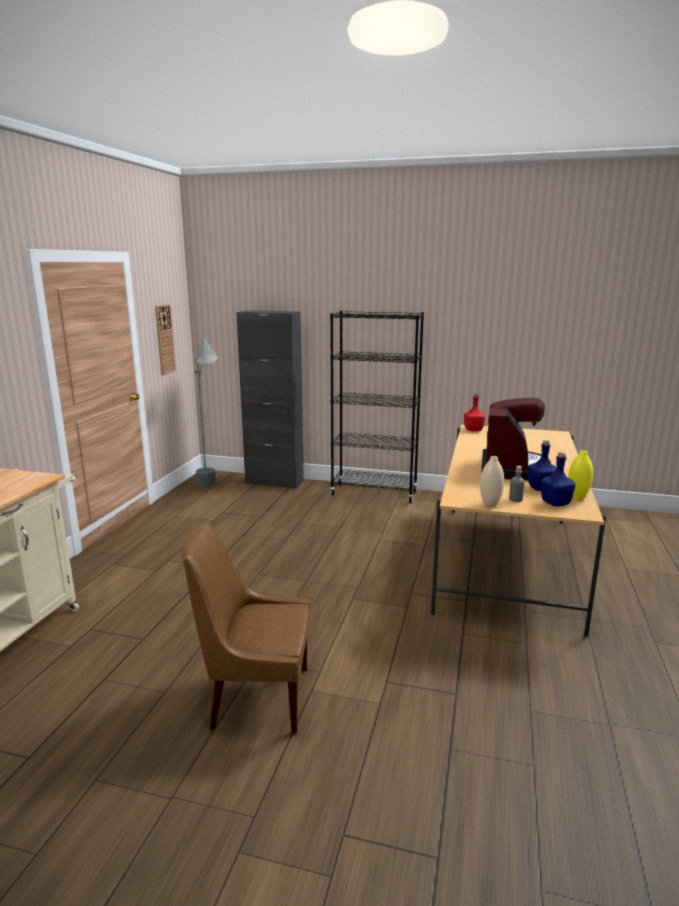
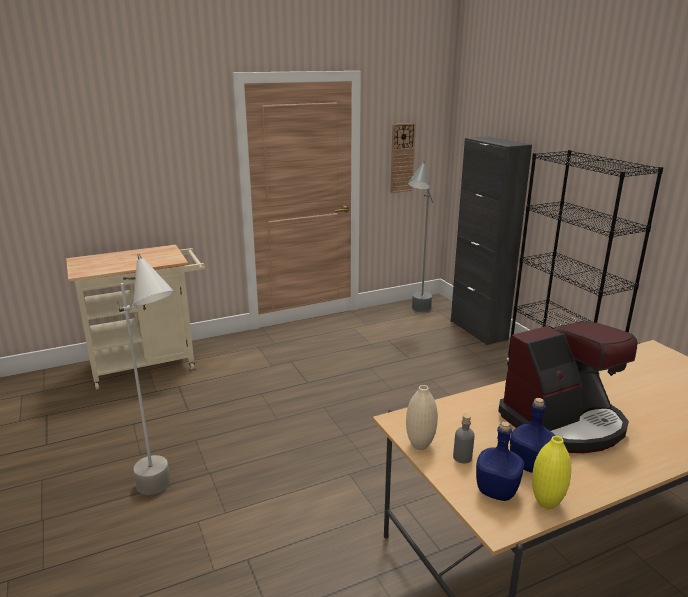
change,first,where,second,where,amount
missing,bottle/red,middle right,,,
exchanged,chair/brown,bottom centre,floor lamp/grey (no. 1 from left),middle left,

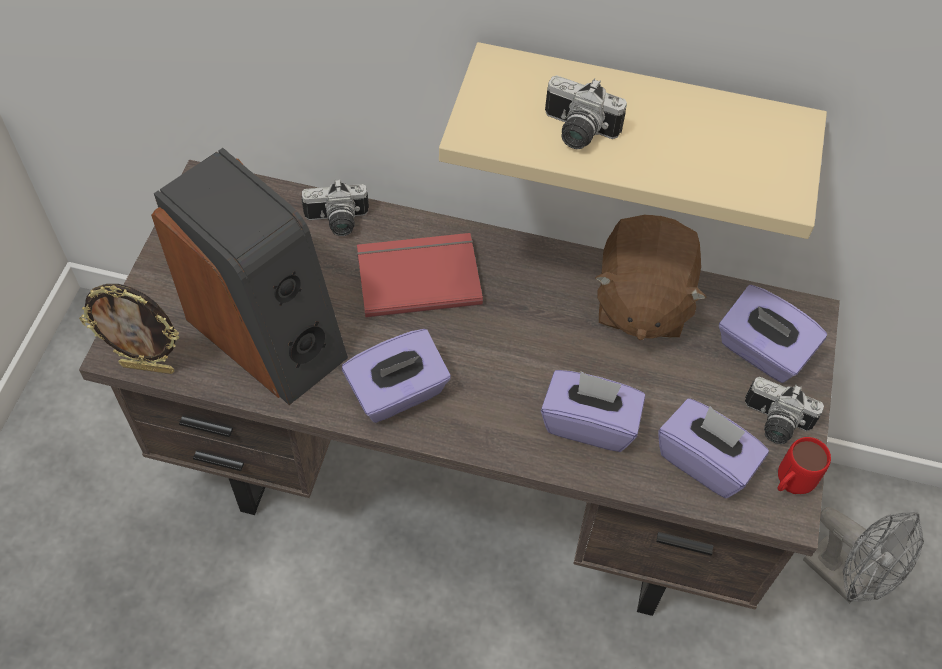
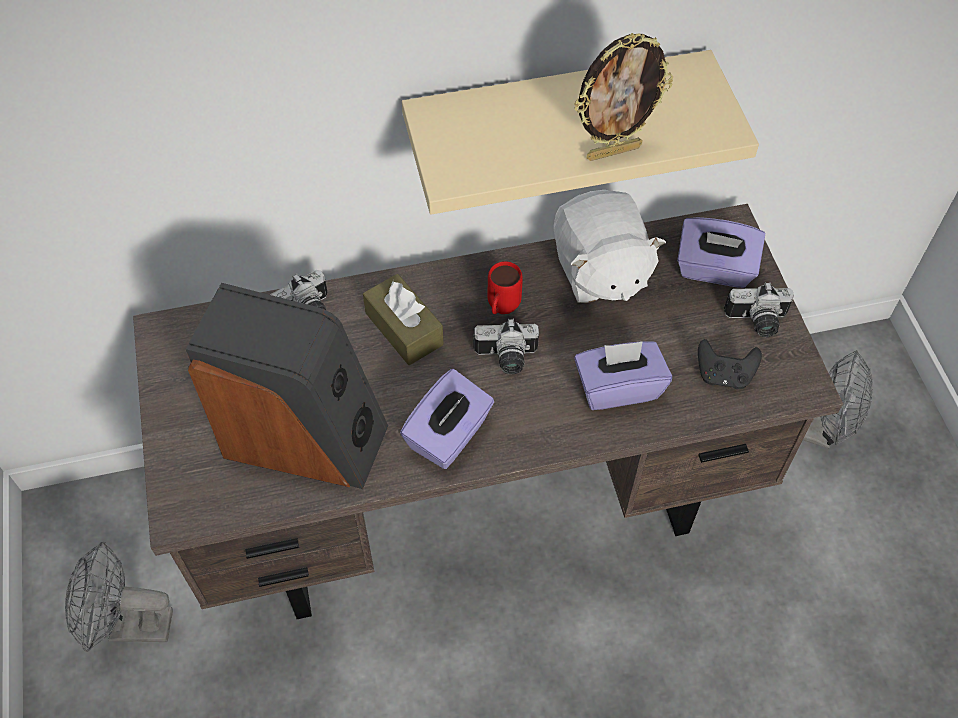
change,first,where,second,where,amount
appeared,,,fan/grey (no. 1 from left),bottom left,
relocated,picture frame,middle left,,top centre,
relocated,photo camera (no. 2 from left),top centre,,centre,
relocated,mug/red,bottom right,,centre,
exchanged,book/red,centre,tissue box/brown,centre,
exchanged,tissue box/purple (no. 3 from left),bottom right,game controller/black,middle right,
colour,plush toy/brown,middle right,plush toy/white,centre,

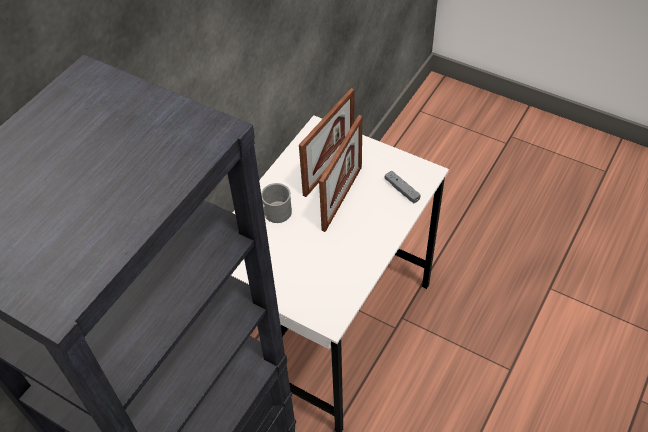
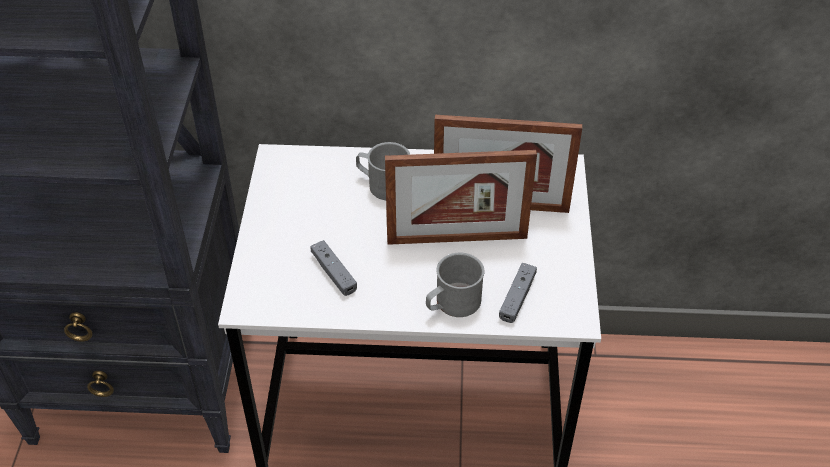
change,first,where,second,where,amount
appeared,,,game controller/grey (no. 1 from left),centre,
appeared,,,mug/grey (no. 2 from left),centre,

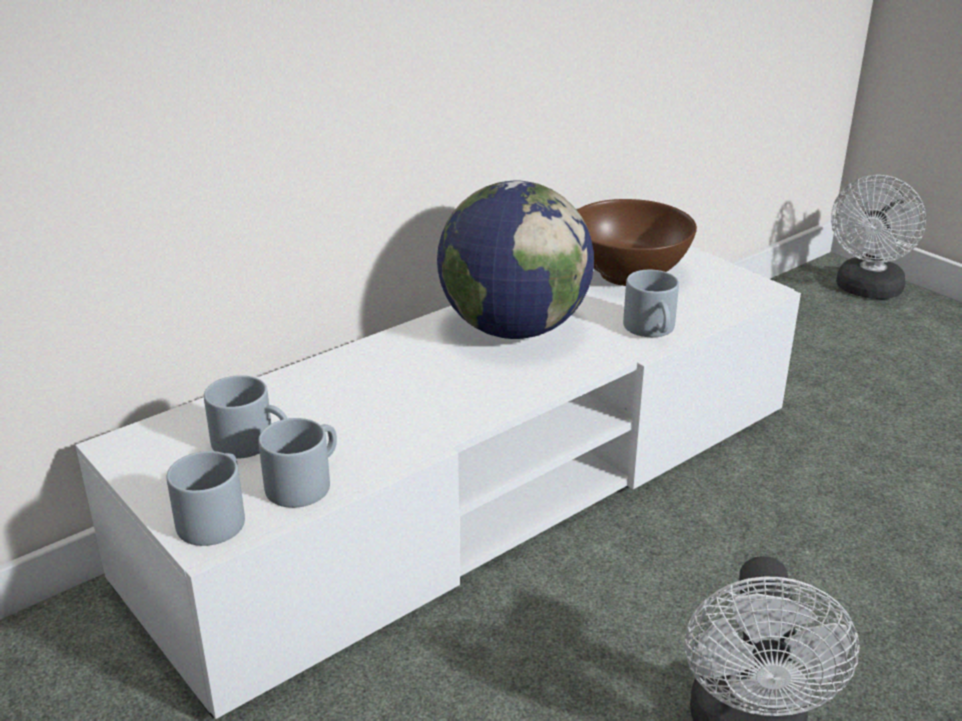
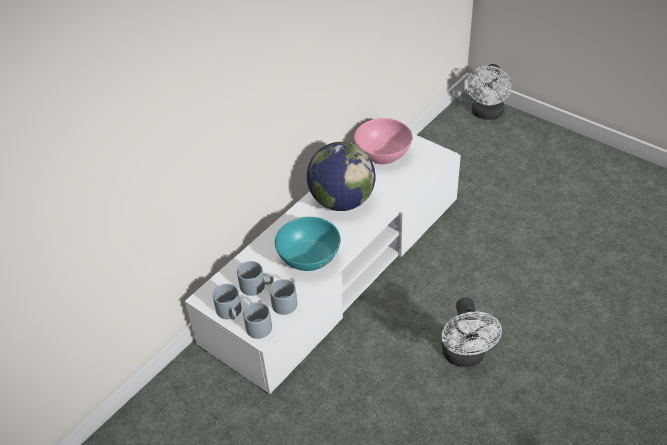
change,first,where,second,where,amount
appeared,,,bowl/turquoise,centre,
relocated,mug/grey (no. 4 from left in the first image),middle right,mug/grey (no. 1 from left),bottom centre,
colour,bowl/brown,centre,bowl/pink,top centre,

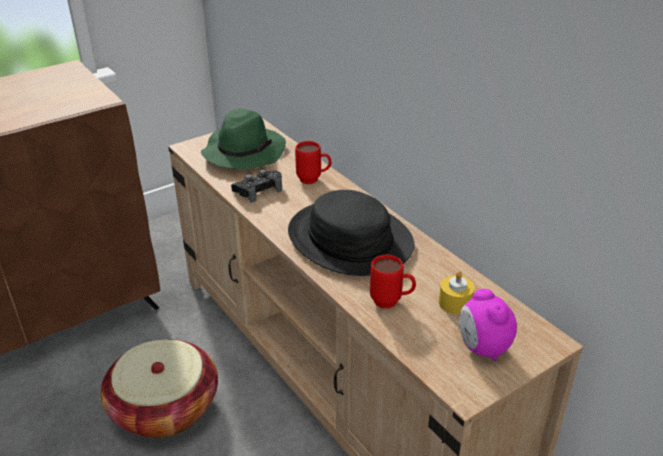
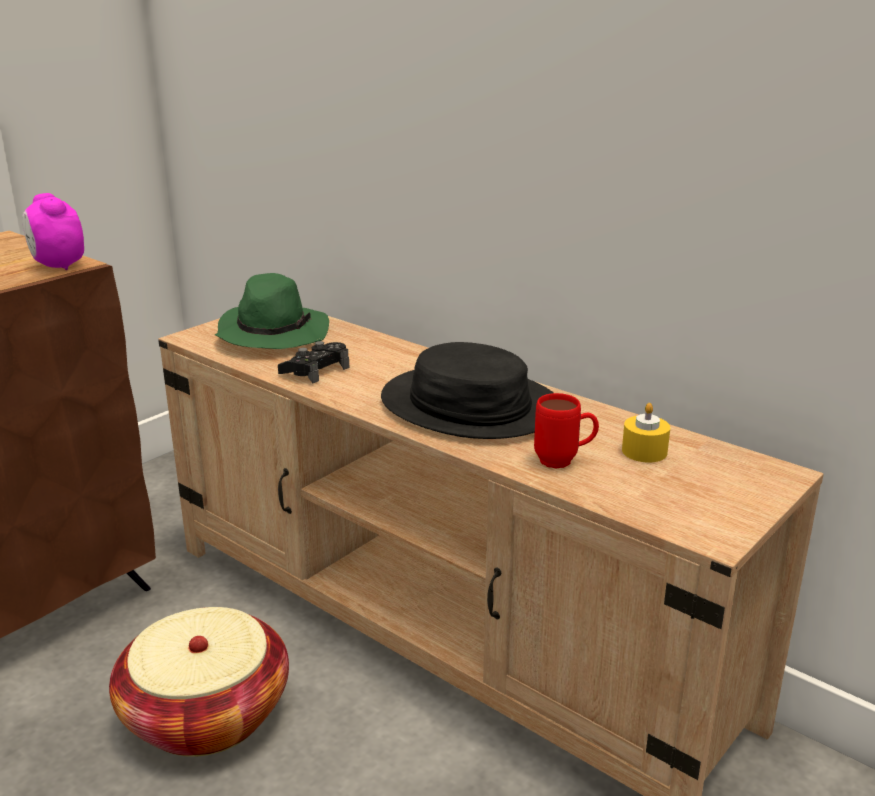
change,first,where,second,where,amount
missing,mug/red (no. 1 from left),centre,,,
relocated,alarm clock,bottom right,,top left,

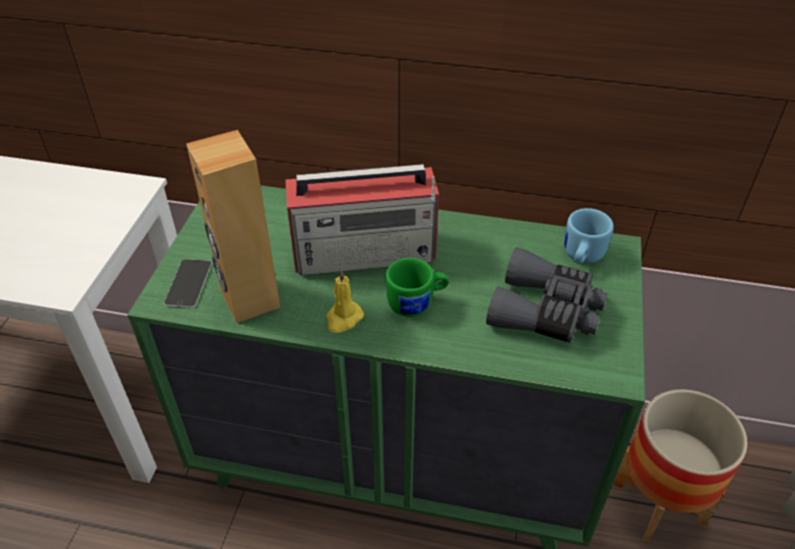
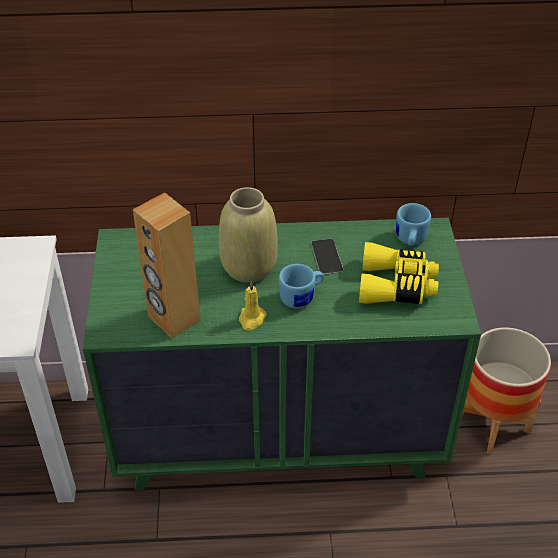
change,first,where,second,where,amount
relocated,phone,middle left,,centre,
exchanged,radio,centre,vase/beige,centre,
colour,mug/green,centre,mug/blue (no. 1 from left),centre,
colour,binoculars/grey,middle right,binoculars/yellow,middle right,

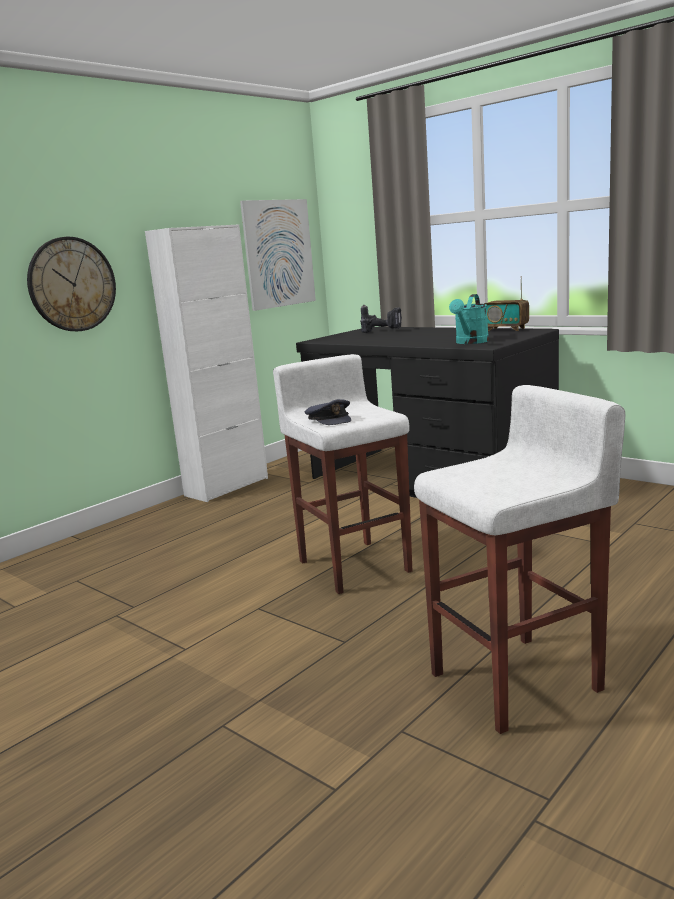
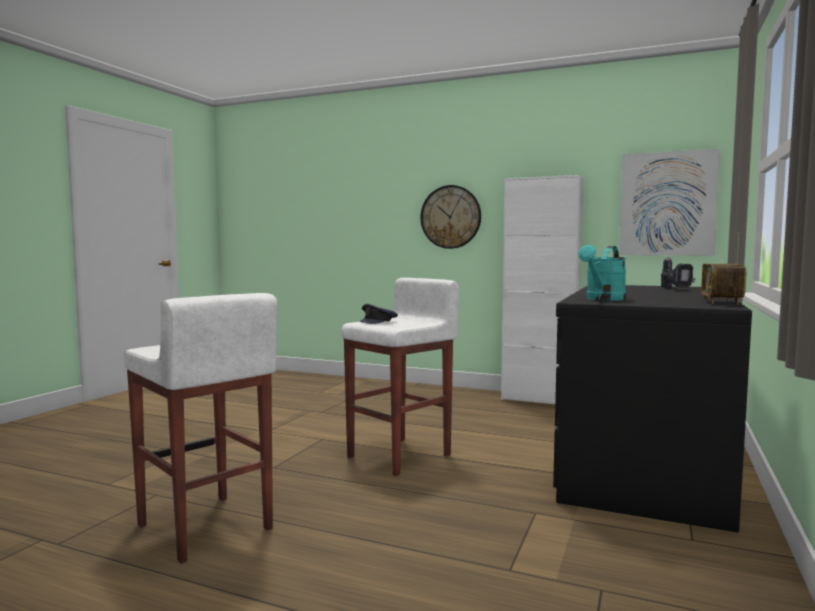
change,first,where,second,where,amount
spun,watering can/turquoise,middle right,,middle right,60 degrees counterclockwise

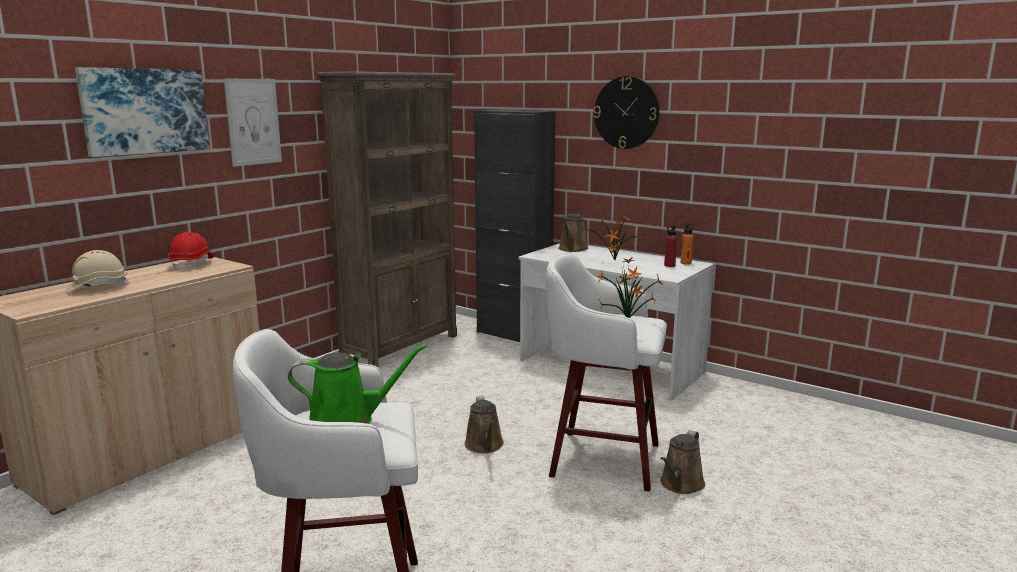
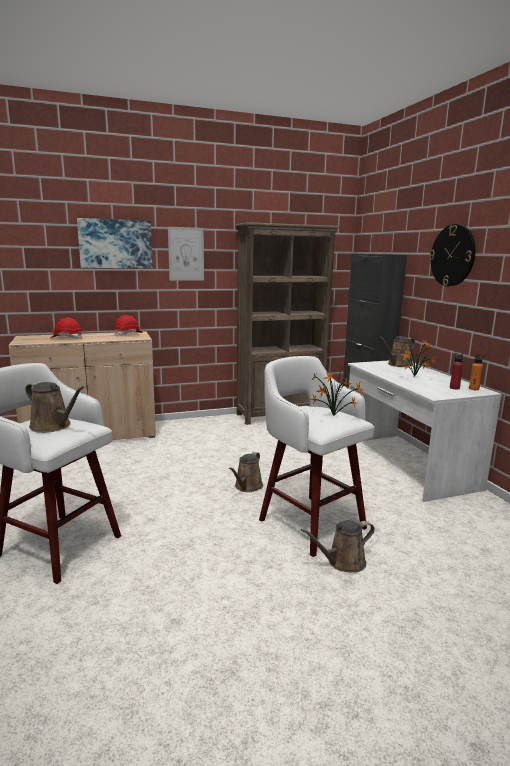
change,first,where,second,where,amount
colour,hard hat/beige,middle left,hard hat/red (no. 1 from left),middle left,
colour,watering can/green,bottom centre,watering can/brown (no. 1 from left),middle left,

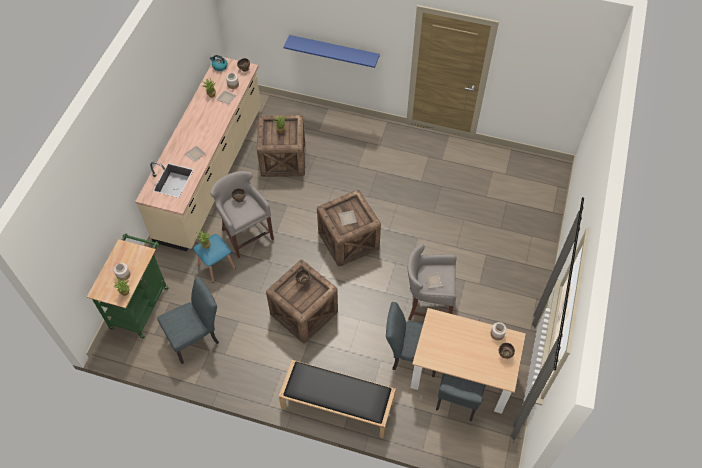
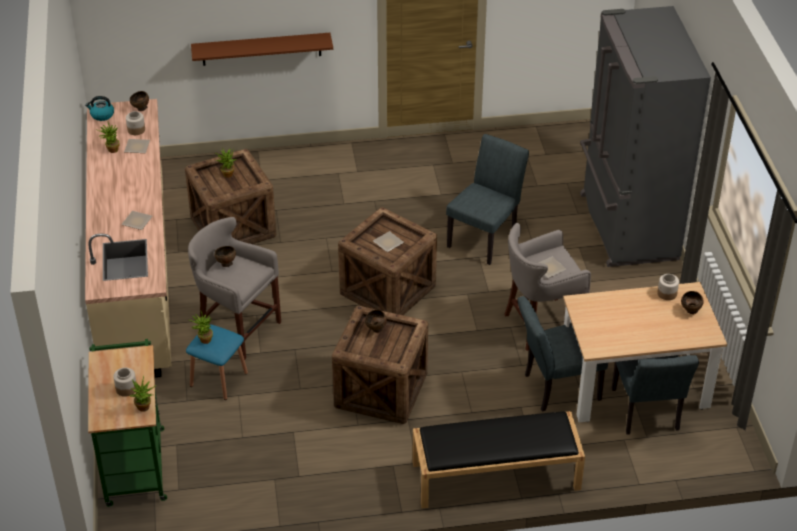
change,first,where,second,where,amount
appeared,,,fridge/grey,top right,
relocated,chair/grey (no. 1 from left),bottom left,,centre,
colour,shelf/blue,top centre,shelf/brown,top left,

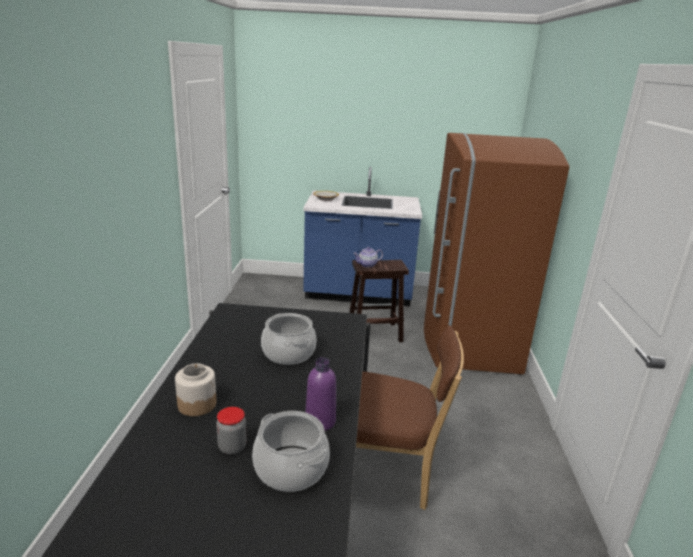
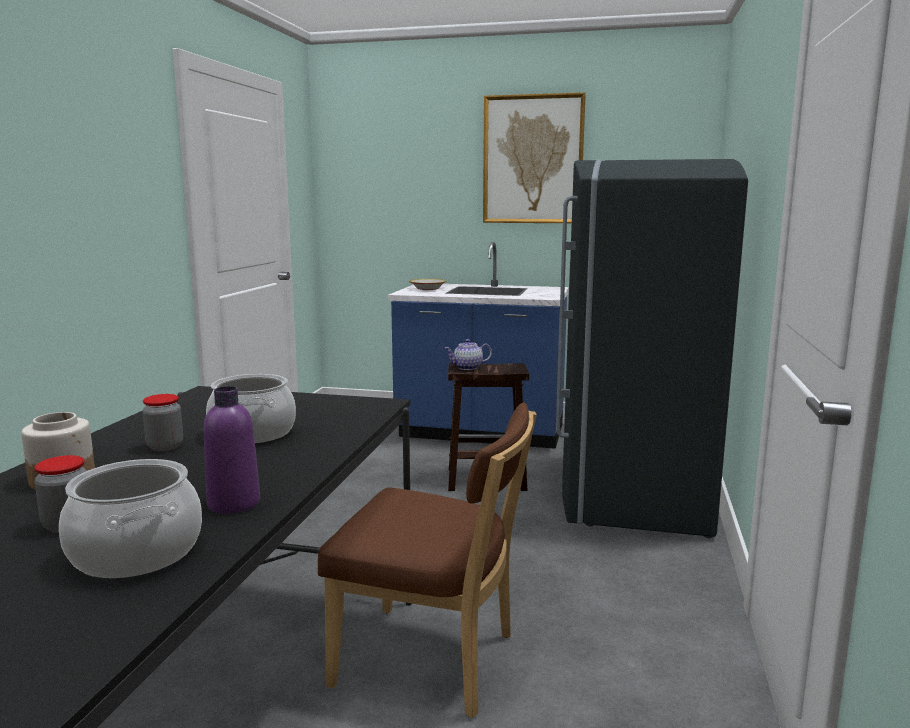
change,first,where,second,where,amount
appeared,,,jar (no. 3 from left),middle left,
appeared,,,picture,top centre,
colour,fridge/brown,middle right,fridge/grey,middle right,

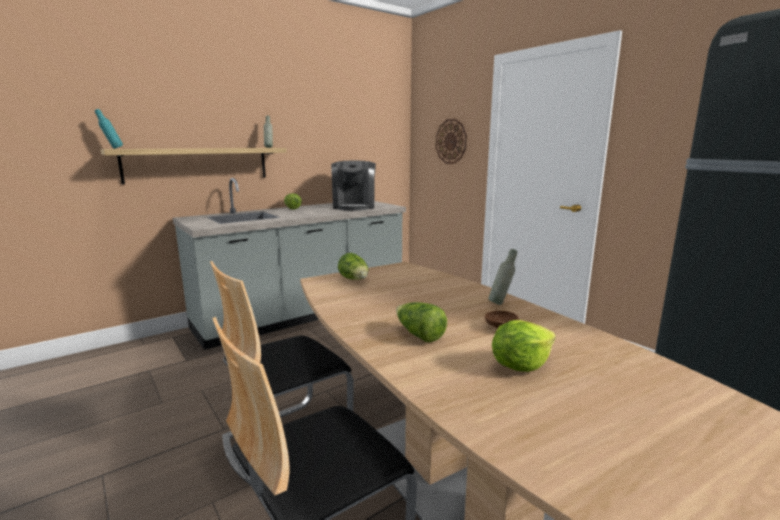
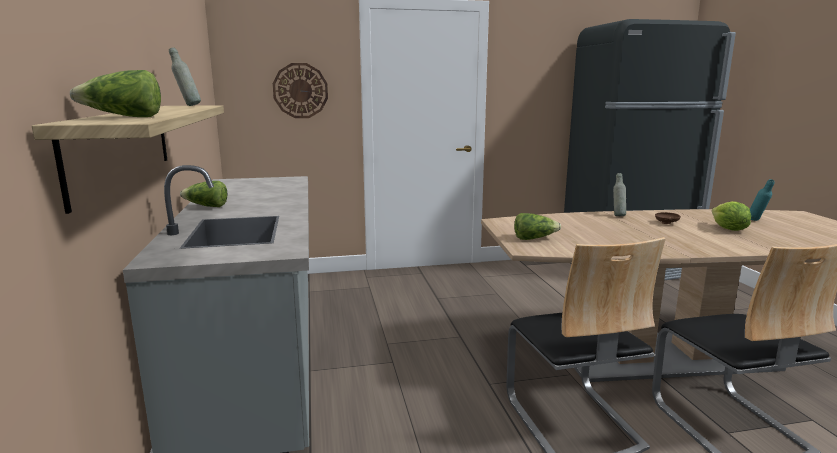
change,first,where,second,where,amount
missing,coffee machine,centre,,,
relocated,bottle/turquoise,top left,,middle right,
relocated,lettuce (no. 3 from left in the first image),centre,lettuce (no. 1 from left),top left,

